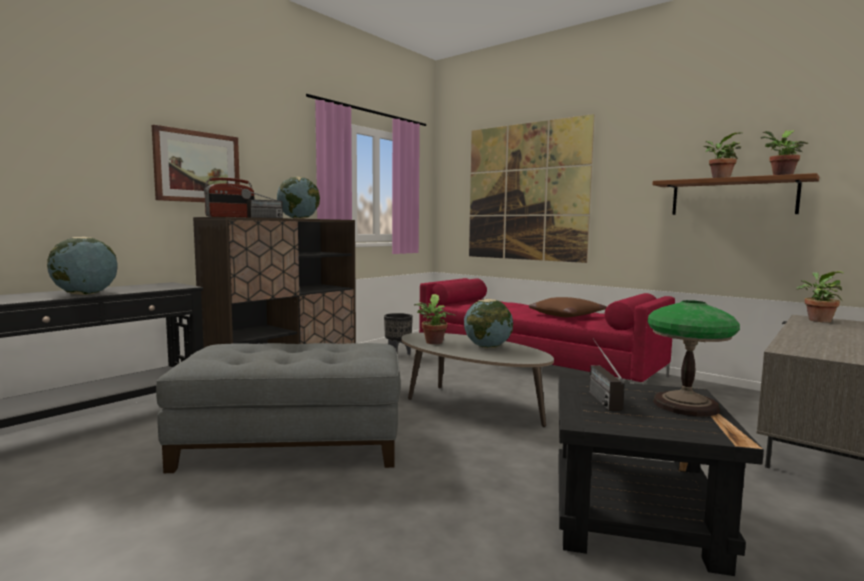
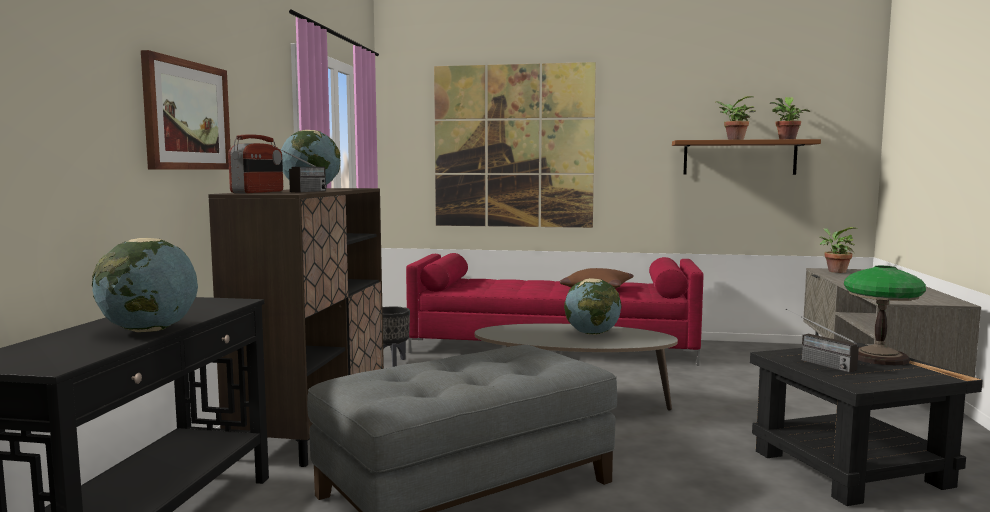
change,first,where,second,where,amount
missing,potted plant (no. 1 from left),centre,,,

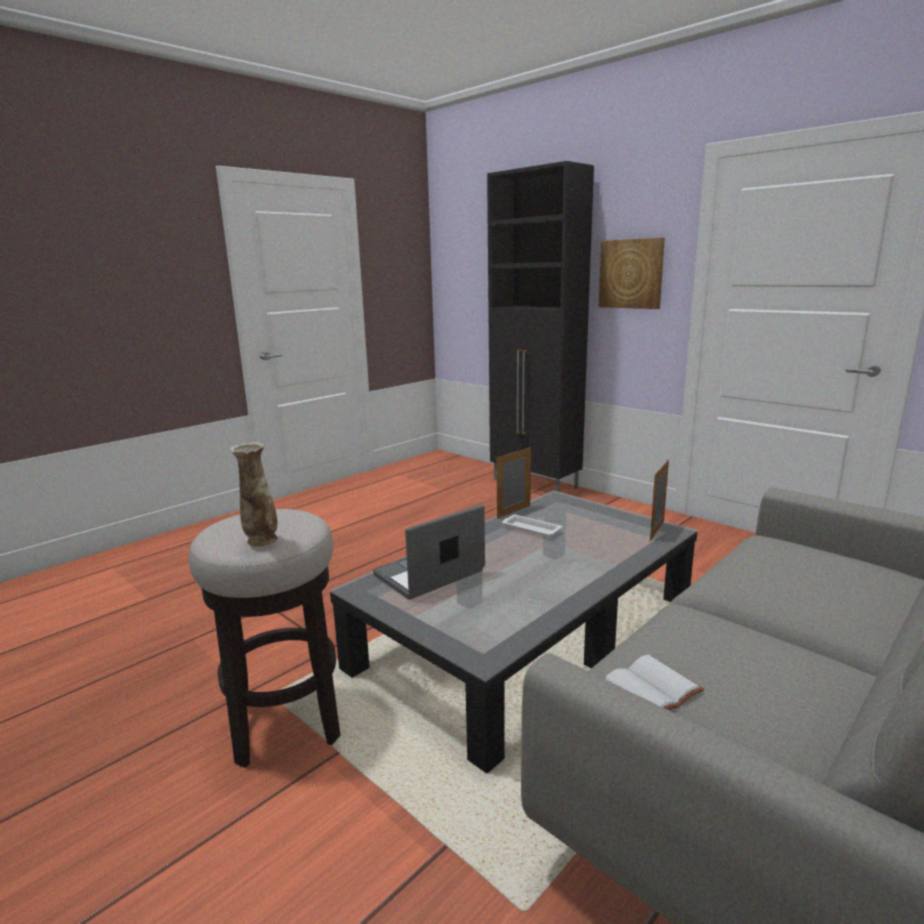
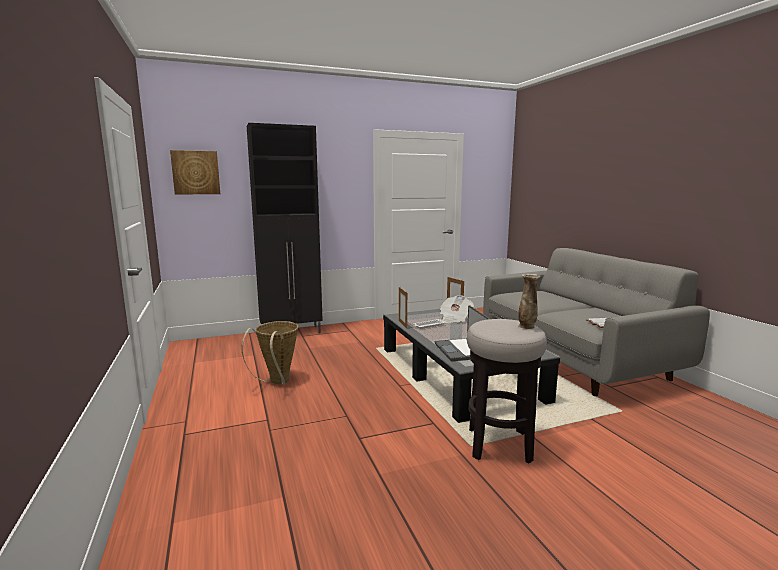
change,first,where,second,where,amount
appeared,,,basket,centre,
appeared,,,newspaper,centre,
relocated,picture,top right,,top left,

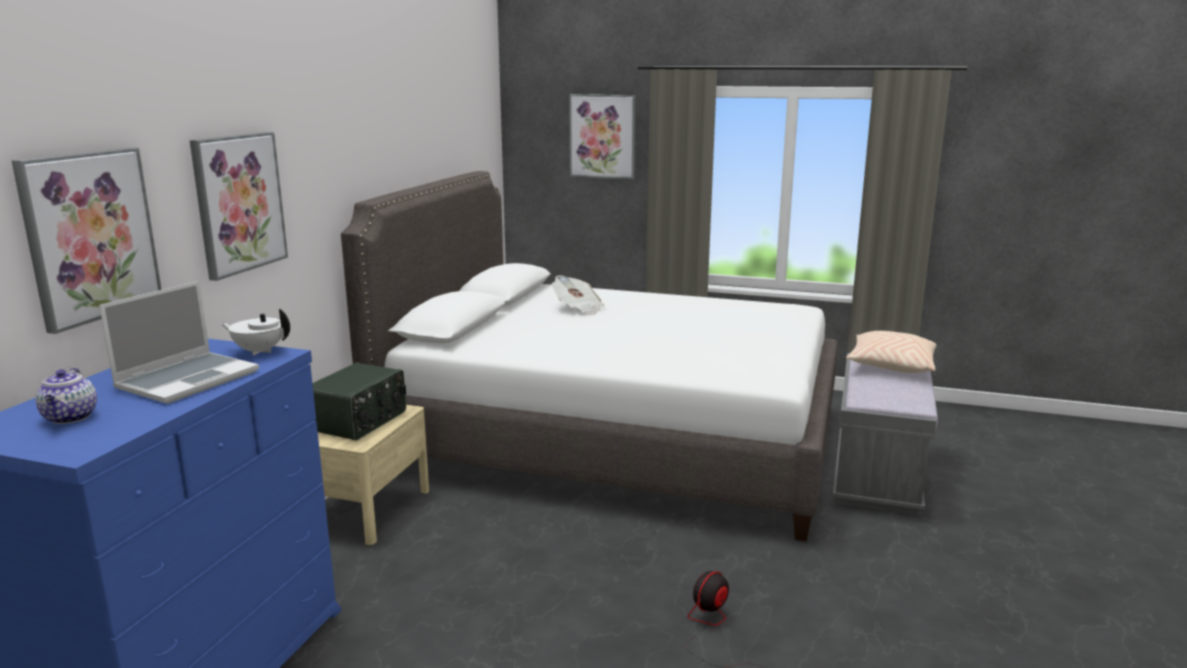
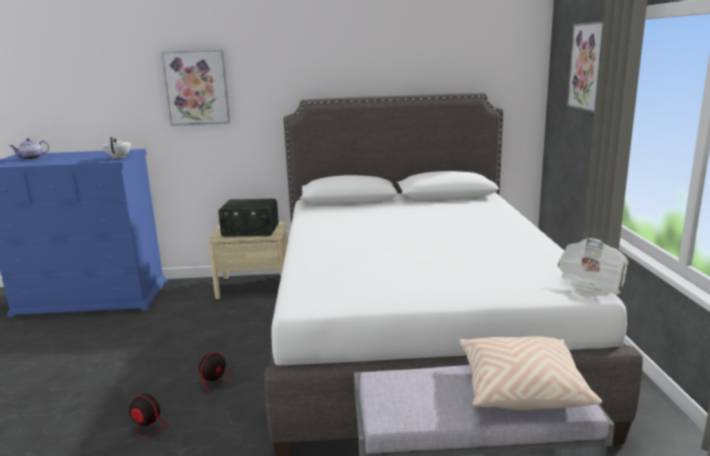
change,first,where,second,where,amount
missing,picture (no. 1 from left),middle left,,,
missing,laptop,middle left,,,
appeared,,,fan (no. 2 from left),bottom left,
relocated,newspaper,centre,,middle right,

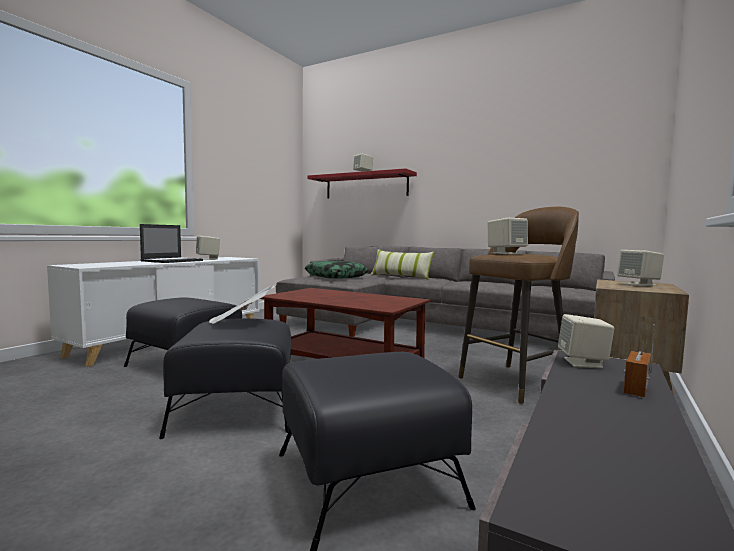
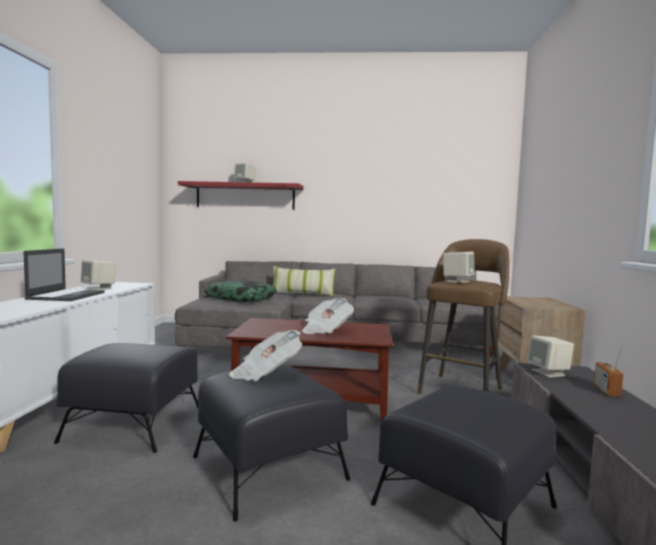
change,first,where,second,where,amount
missing,speaker/beige (no. 5 from left),middle right,,,
appeared,,,newspaper (no. 2 from left),centre,

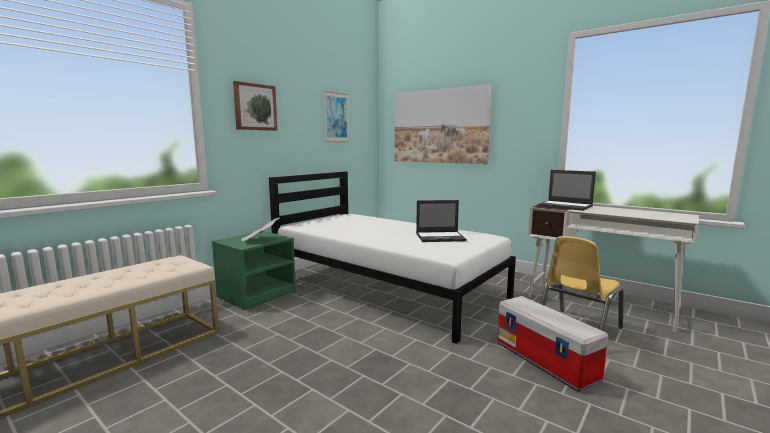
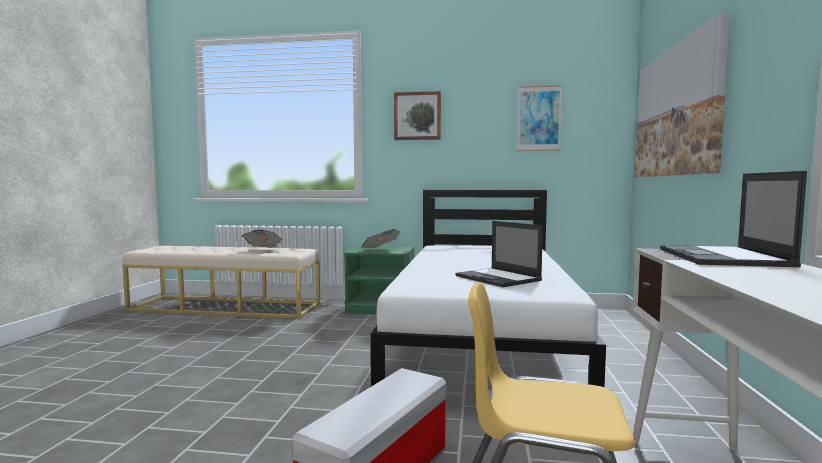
change,first,where,second,where,amount
appeared,,,newspaper (no. 1 from left),middle left,

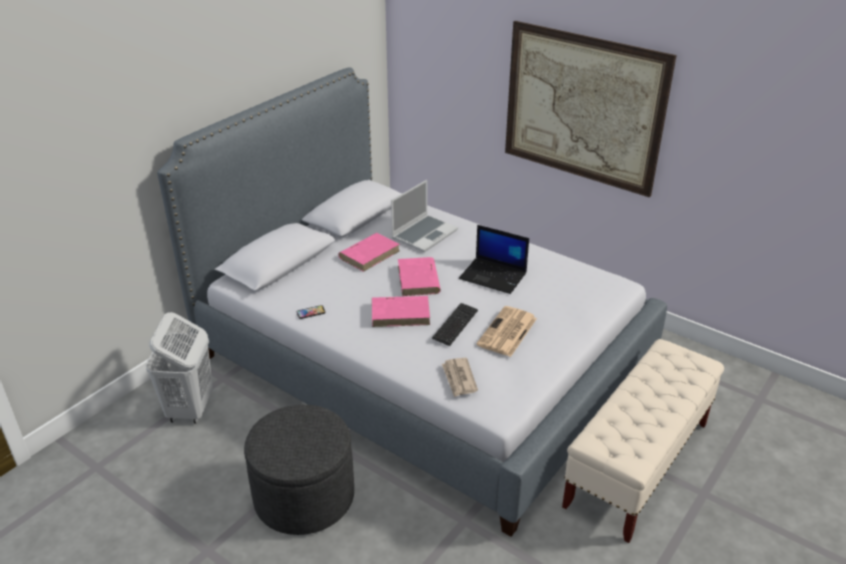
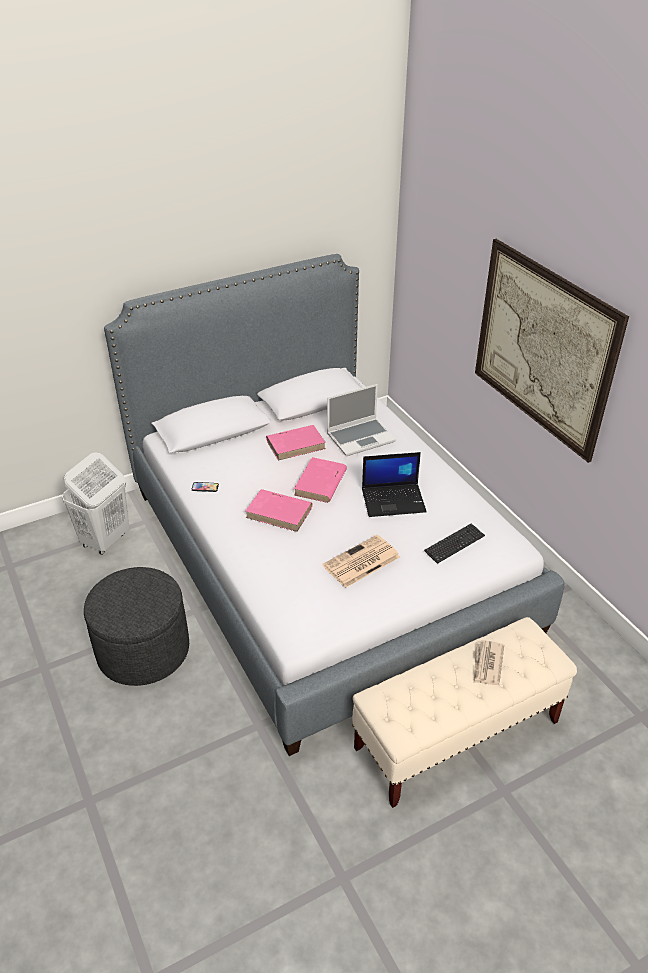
change,first,where,second,where,amount
relocated,keyboard,centre,,middle right,
relocated,newspaper (no. 1 from left in the first image),bottom centre,newspaper (no. 2 from left),bottom right,
spun,laptop (no. 2 from left),centre,,centre,60 degrees counterclockwise

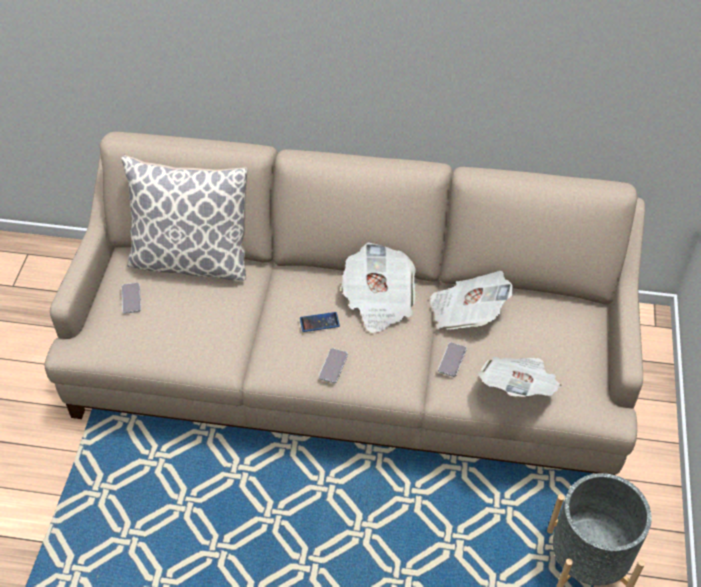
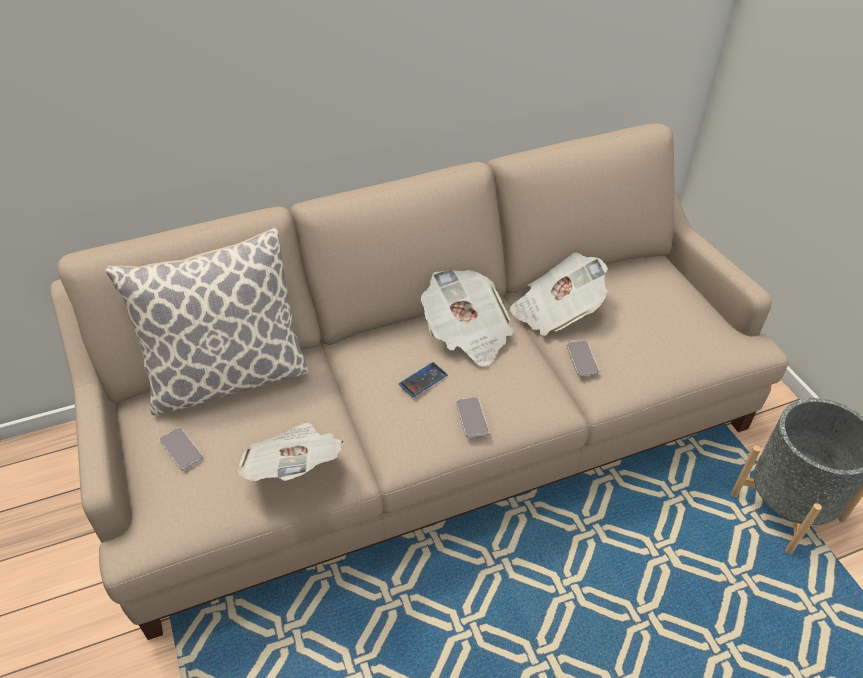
change,first,where,second,where,amount
relocated,newspaper (no. 3 from left in the first image),middle right,newspaper (no. 1 from left),bottom centre,

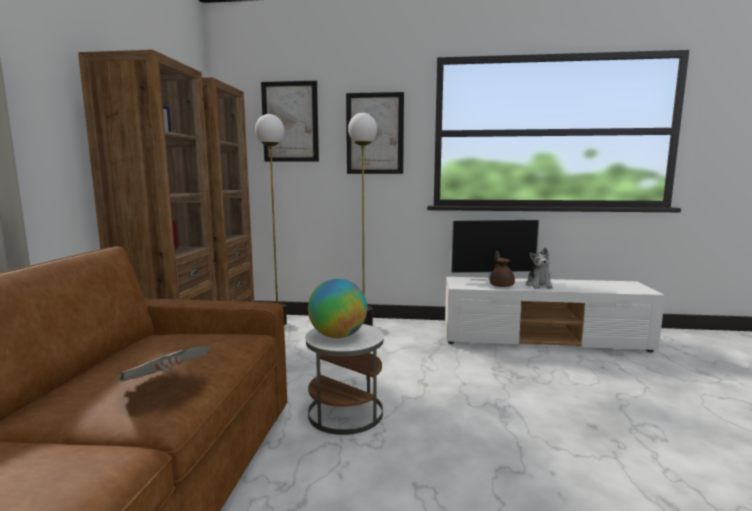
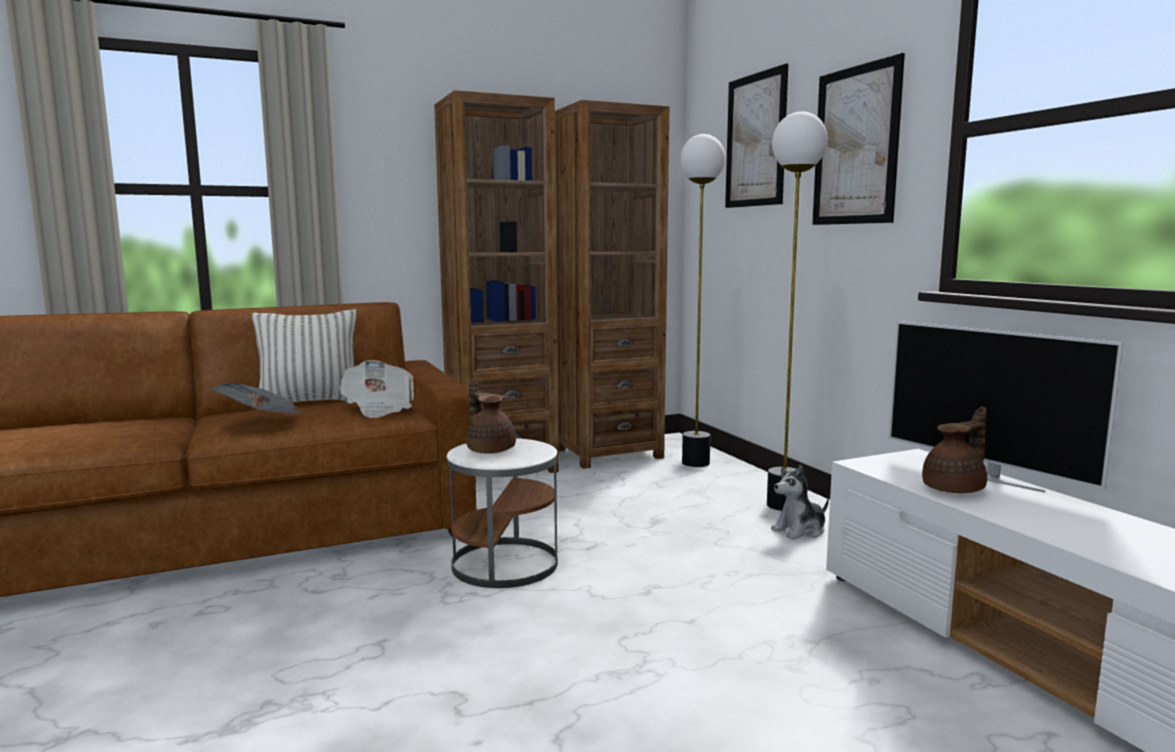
change,first,where,second,where,amount
appeared,,,pillow,middle left,
appeared,,,newspaper (no. 2 from left),middle left,
relocated,plush toy,middle right,,bottom right,
exchanged,globe,centre,teapot/brown (no. 1 from left),centre,

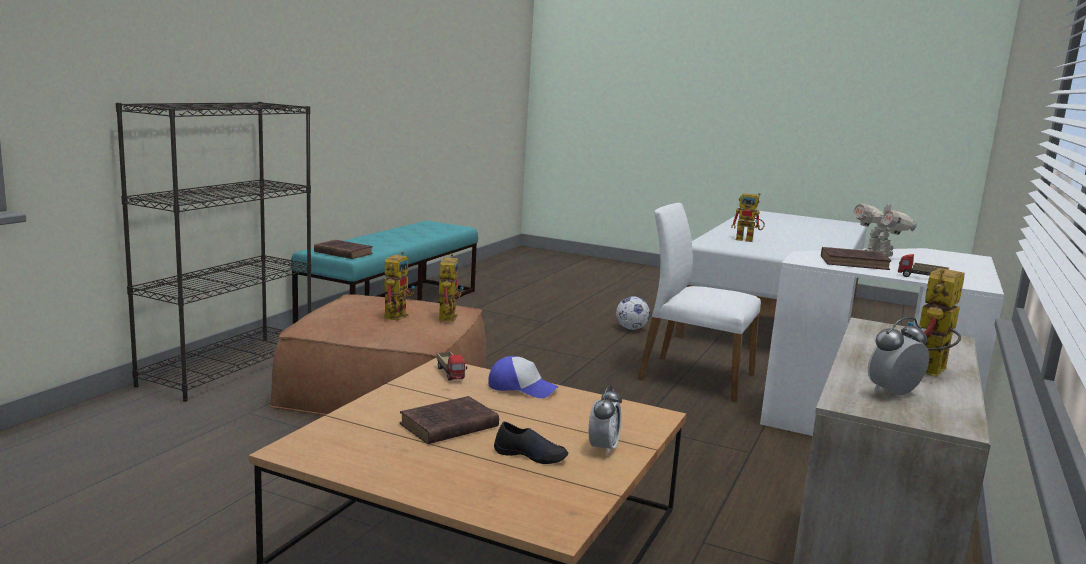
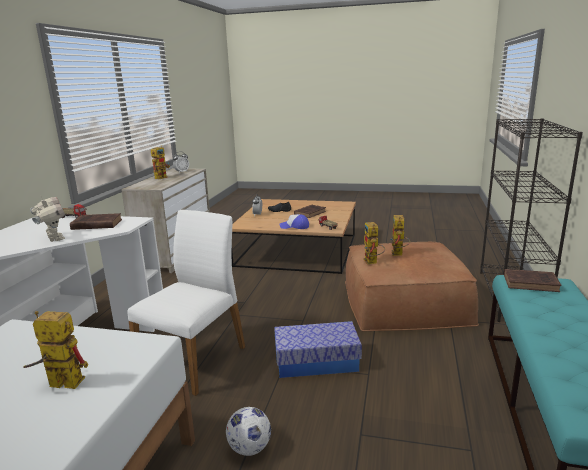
change,first,where,second,where,amount
appeared,,,storage box,bottom centre,
spun,chair/white,centre,,middle left,75 degrees counterclockwise

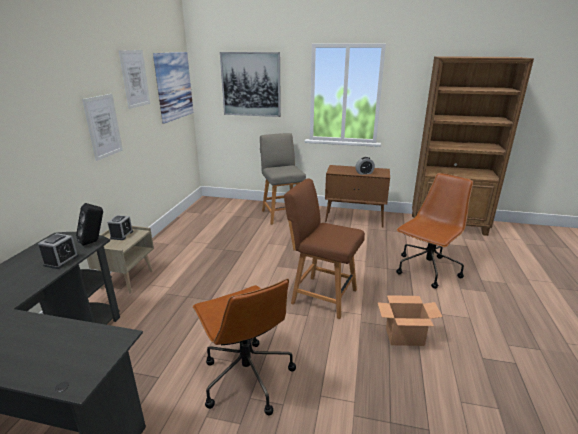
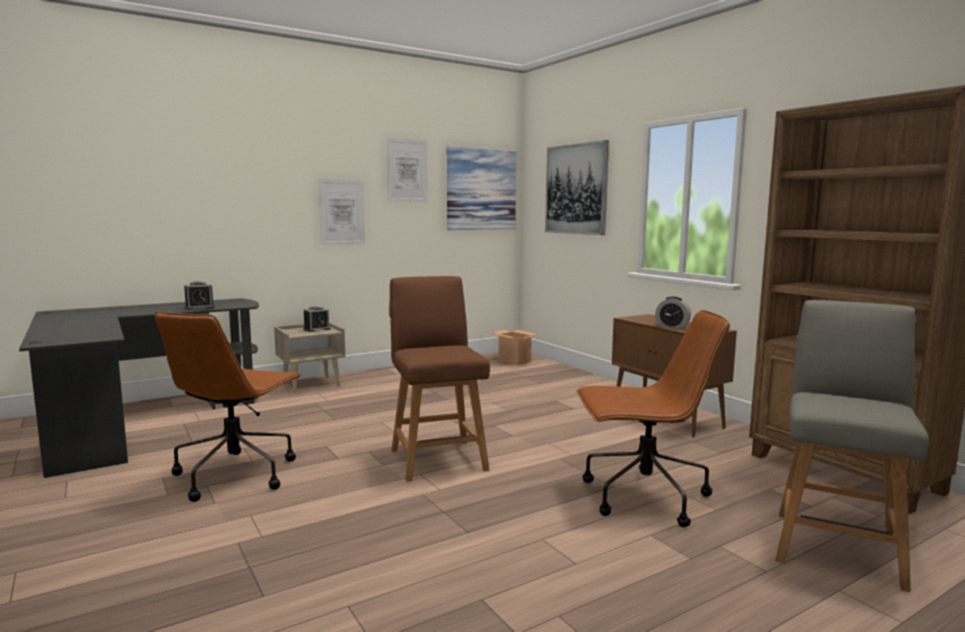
change,first,where,second,where,amount
missing,speaker/black,middle left,,,
relocated,chair/grey,centre,,bottom right,
relocated,cardboard box,bottom right,,centre,

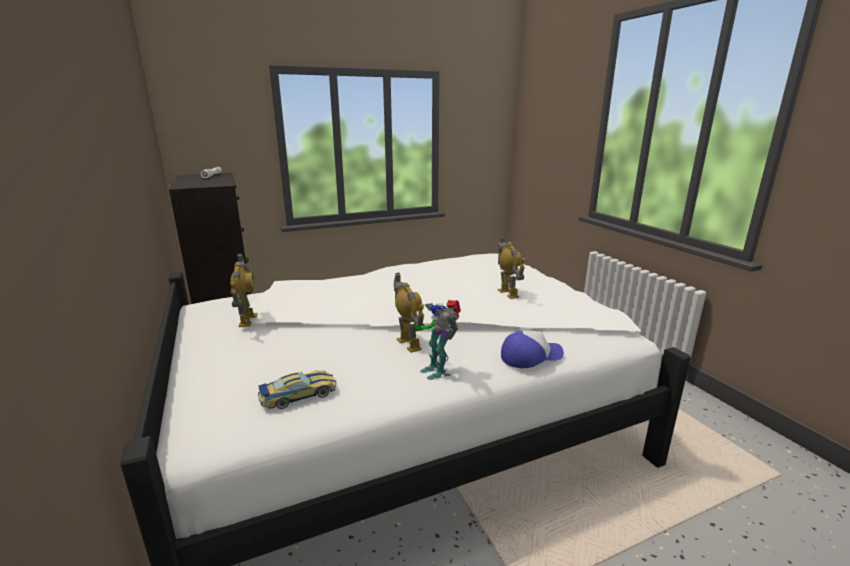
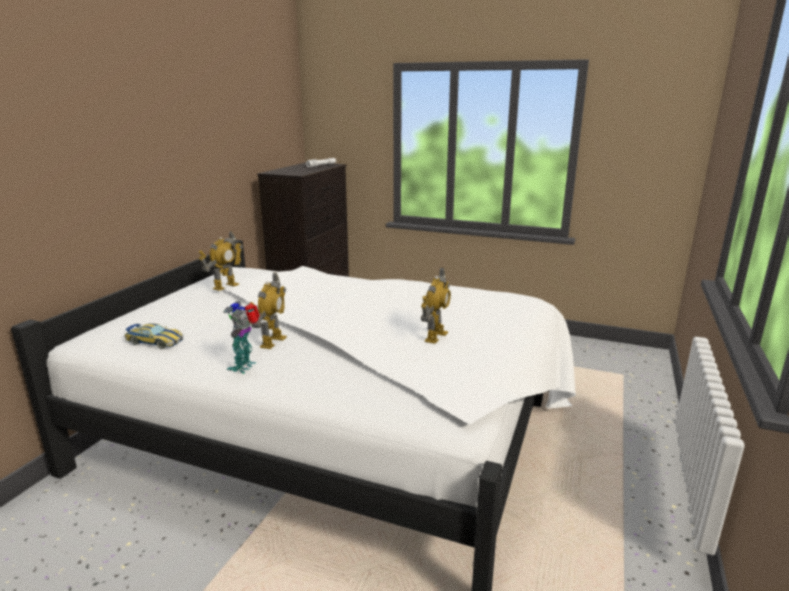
change,first,where,second,where,amount
missing,cap,centre,,,

